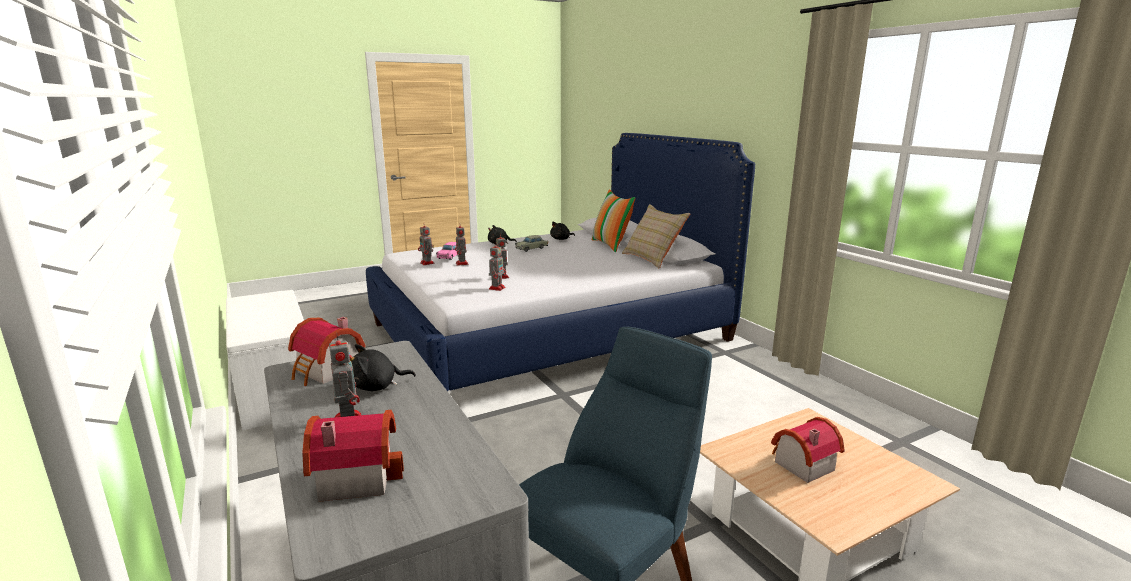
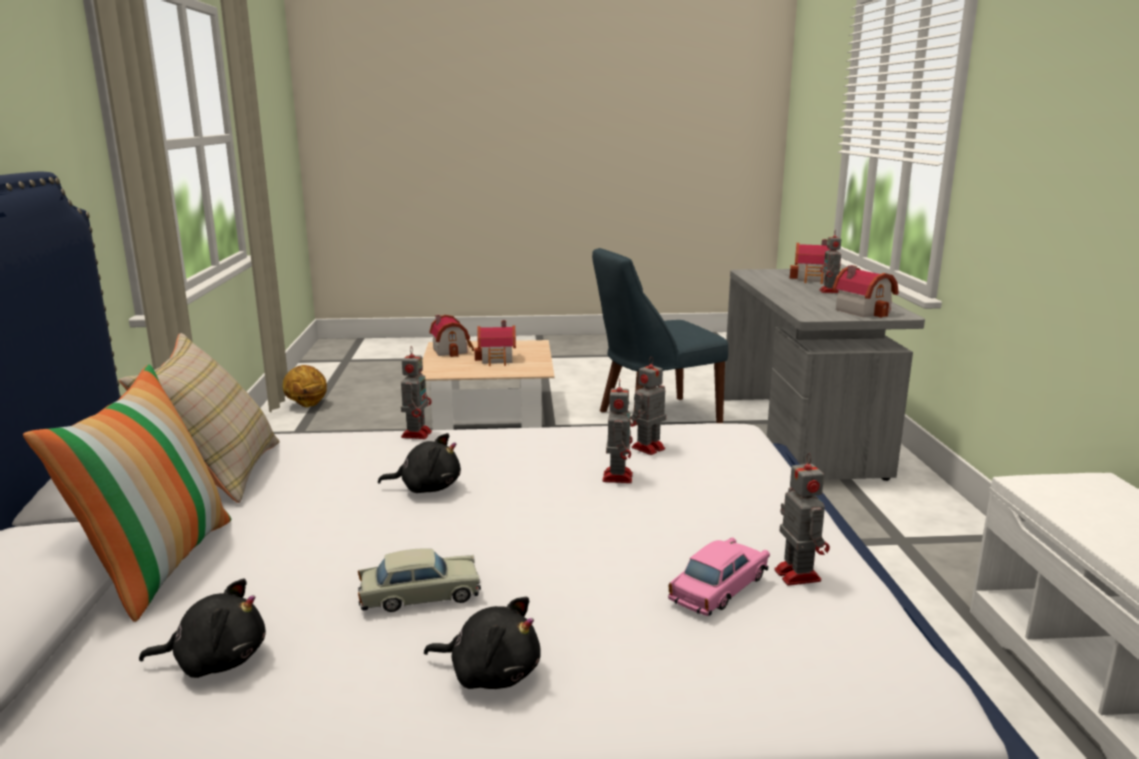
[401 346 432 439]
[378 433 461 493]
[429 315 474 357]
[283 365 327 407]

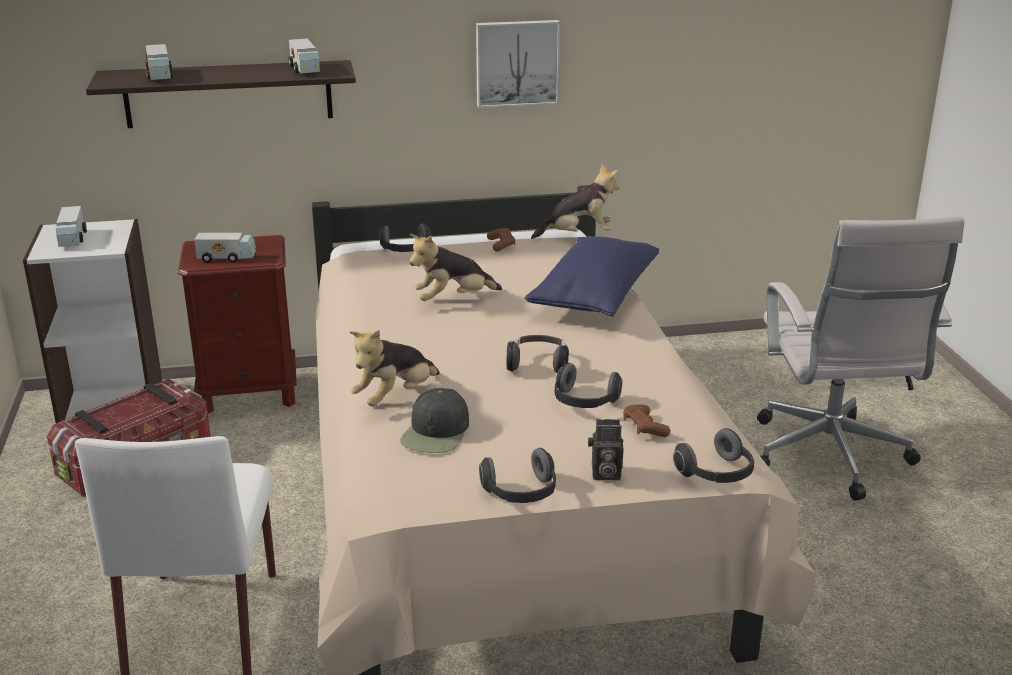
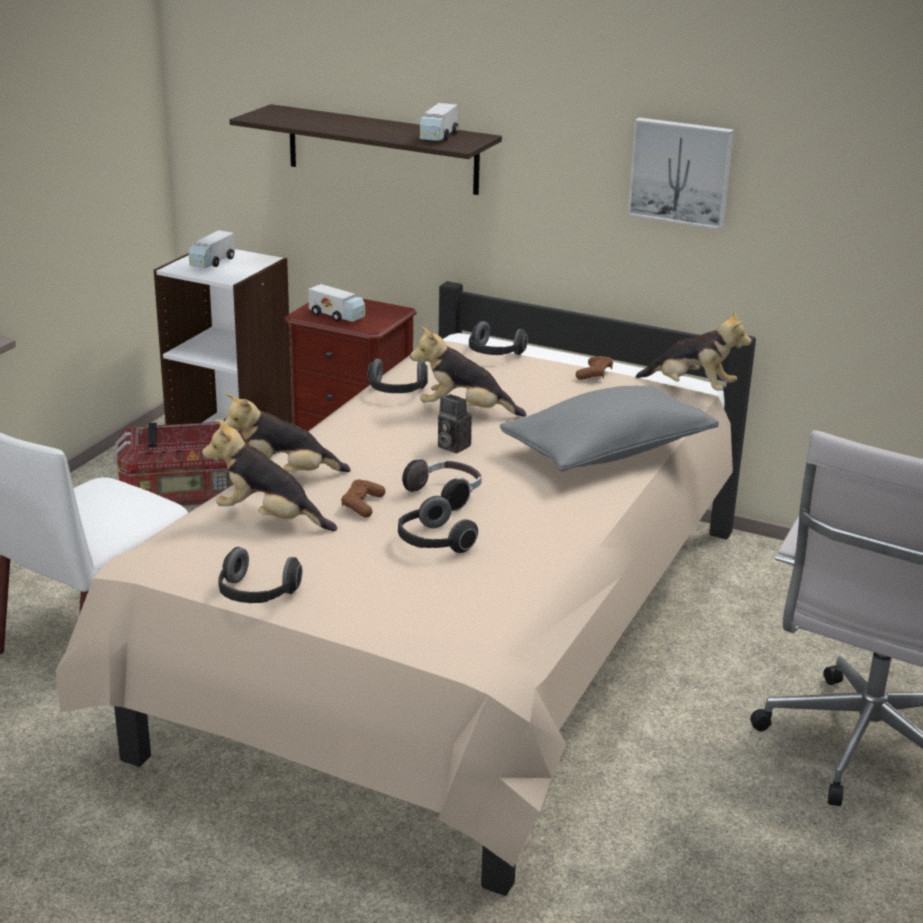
[145 44 173 80] (first image)
[500 385 719 471]
[202 418 337 531]
[341 479 386 518]
[438 394 472 453]
[367 358 428 393]

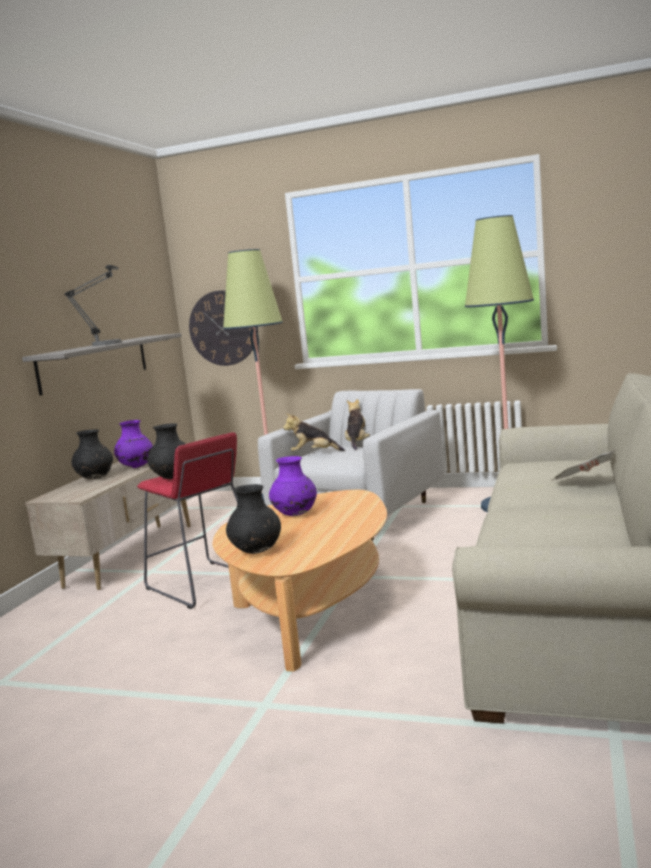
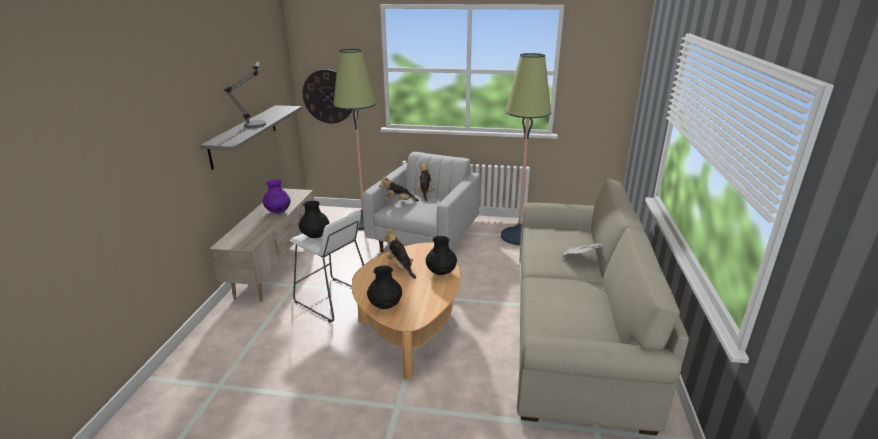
[426 236 457 275]
[290 210 364 323]
[384 228 416 279]

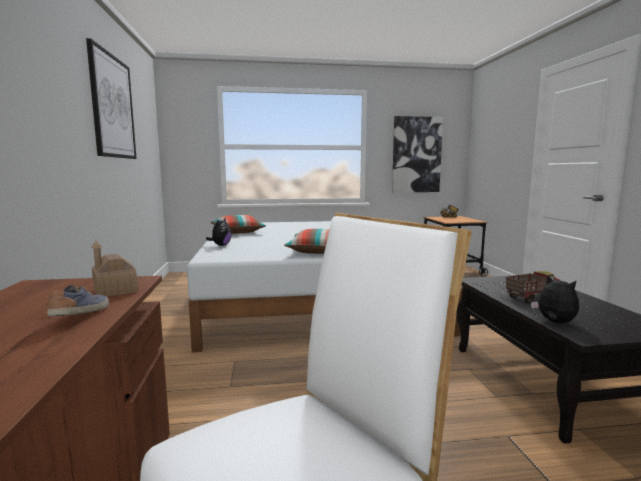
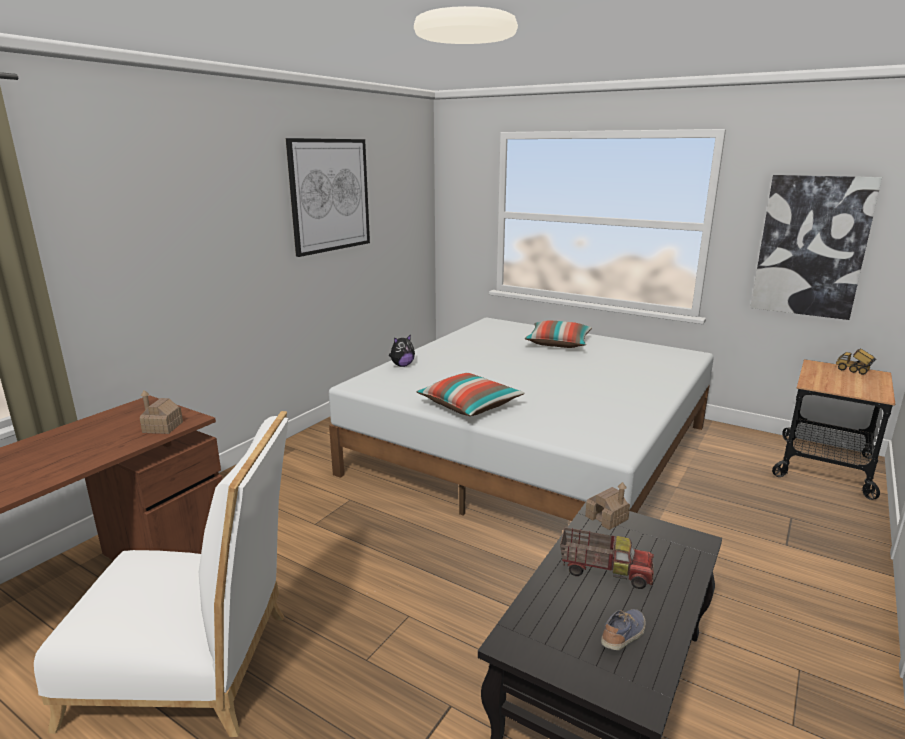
[525 320 592 348]
[531 275 579 323] (first image)
[601 609 646 650]
[585 482 630 530]

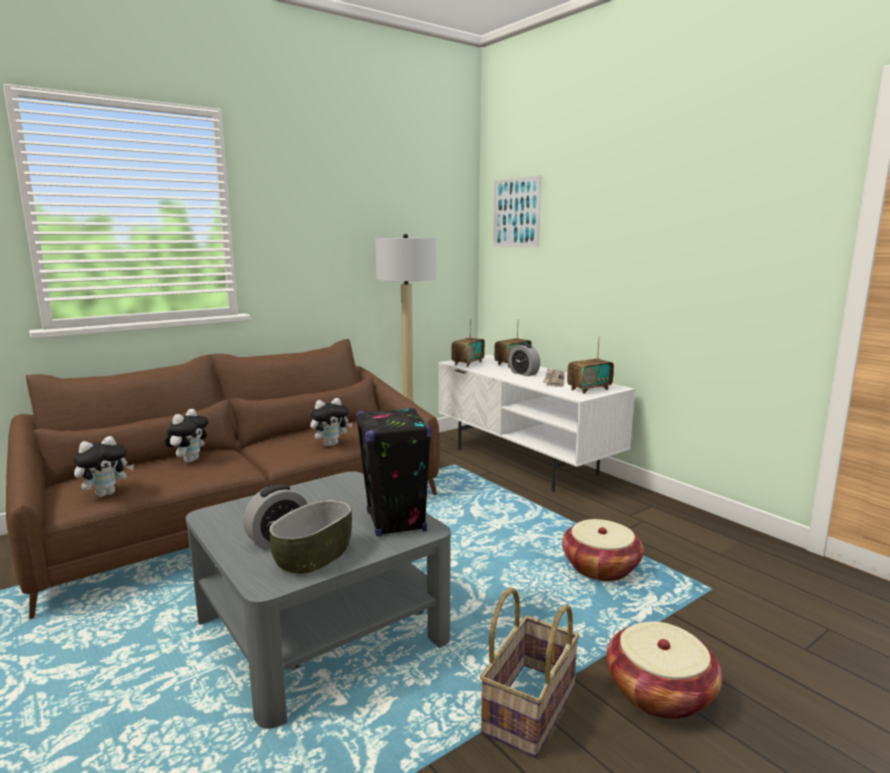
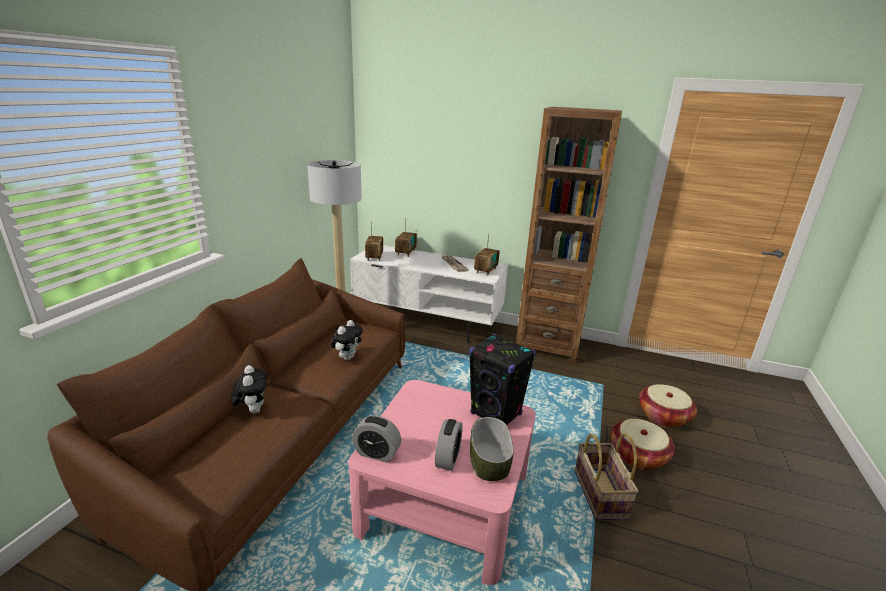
[493 175 541 248] (first image)
[352 415 401 463]
[73 436 134 497] (first image)
[348 380 536 585]
[639 384 697 428]
[516 107 622 364]

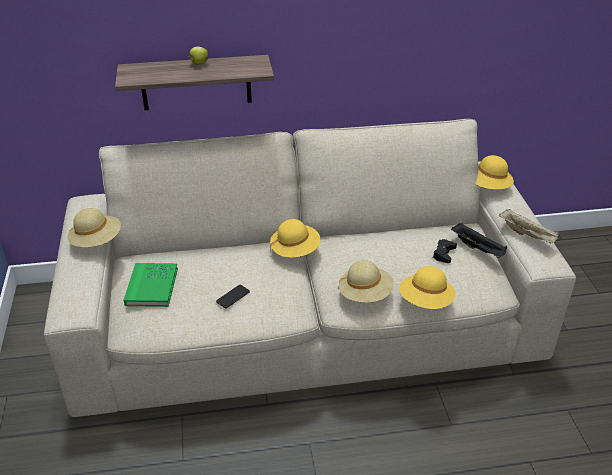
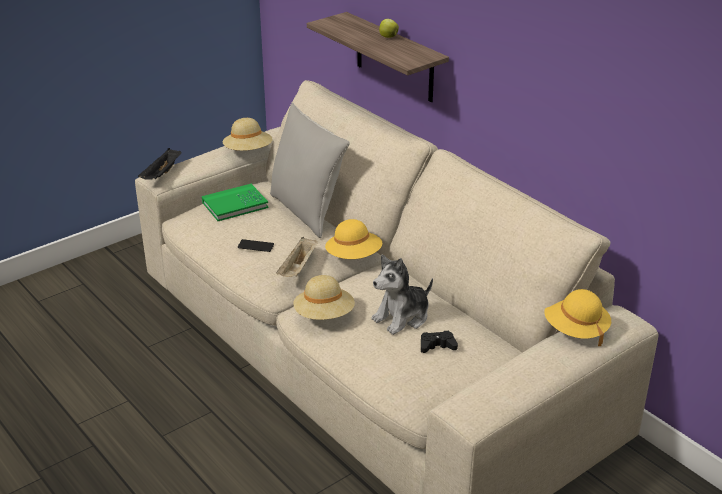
[276 237 318 277]
[138 148 182 180]
[399 266 455 309] (first image)
[270 102 350 238]
[371 255 433 335]

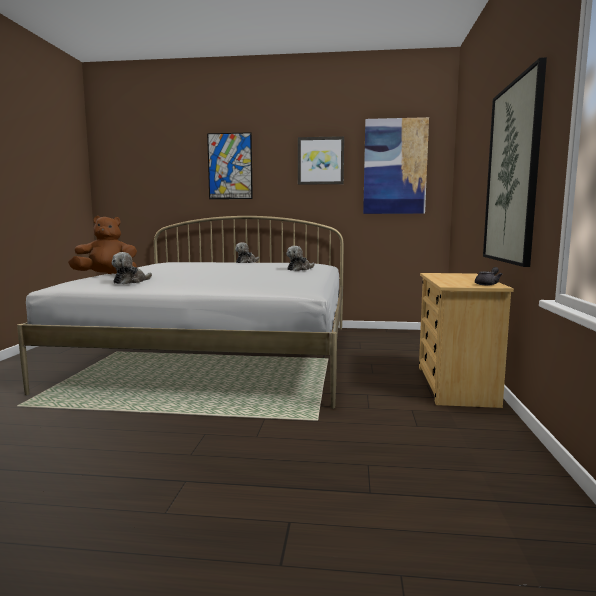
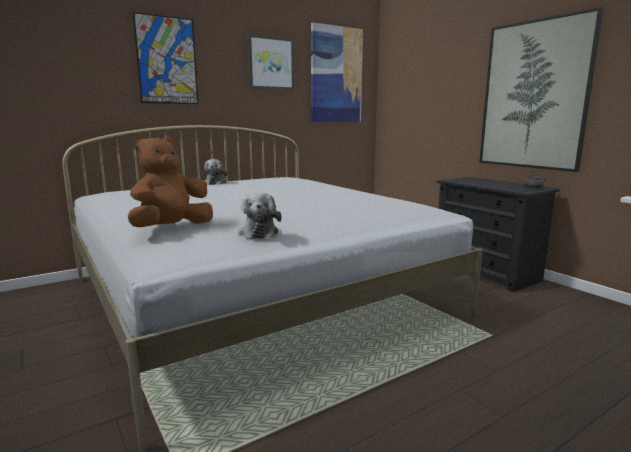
[286 246 315 271] (first image)
[436 177 560 292]

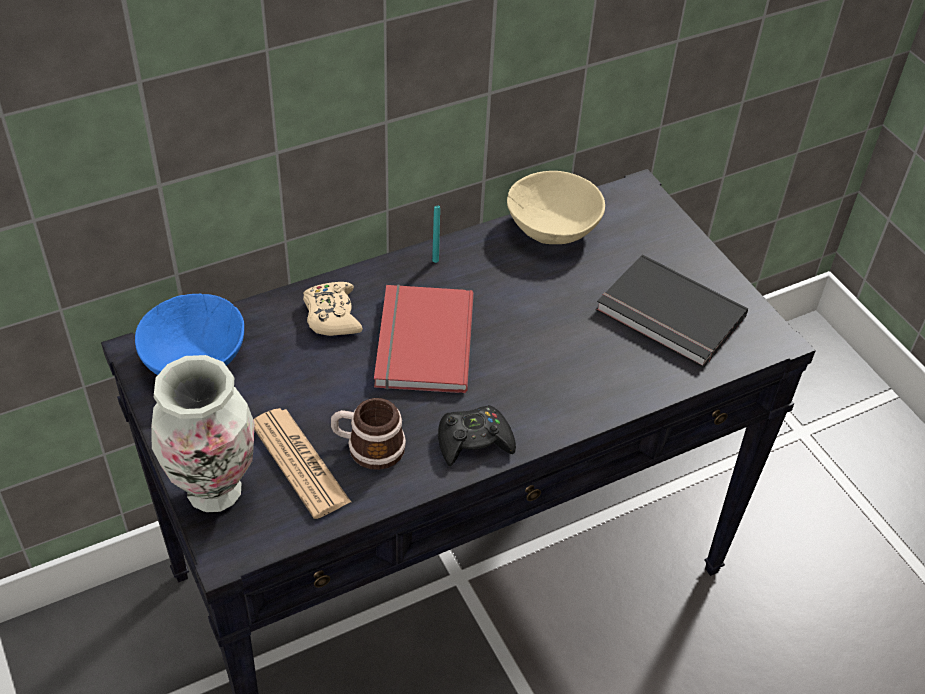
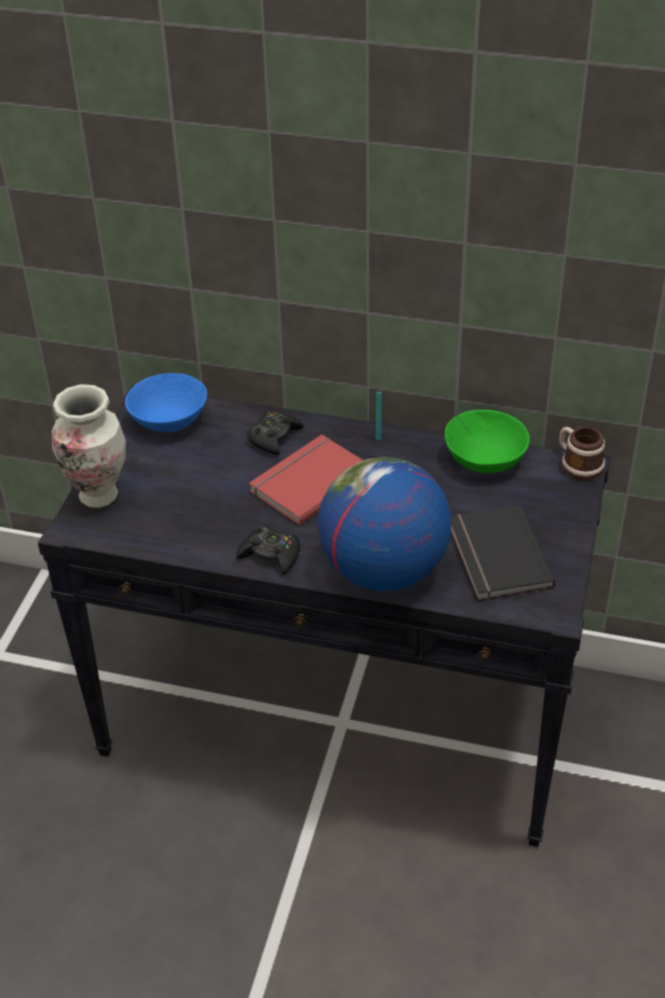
[445 410 530 473]
[247 411 304 455]
[559 427 605 481]
[253 408 351 519] (first image)
[318 457 451 591]

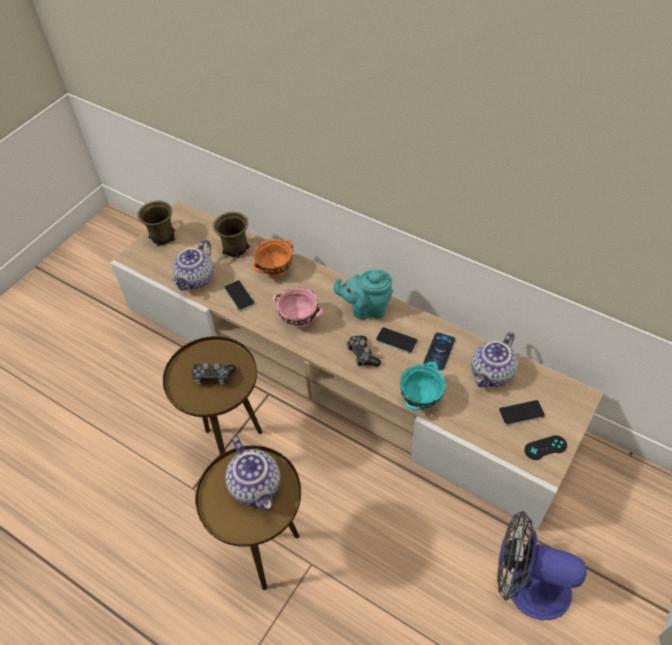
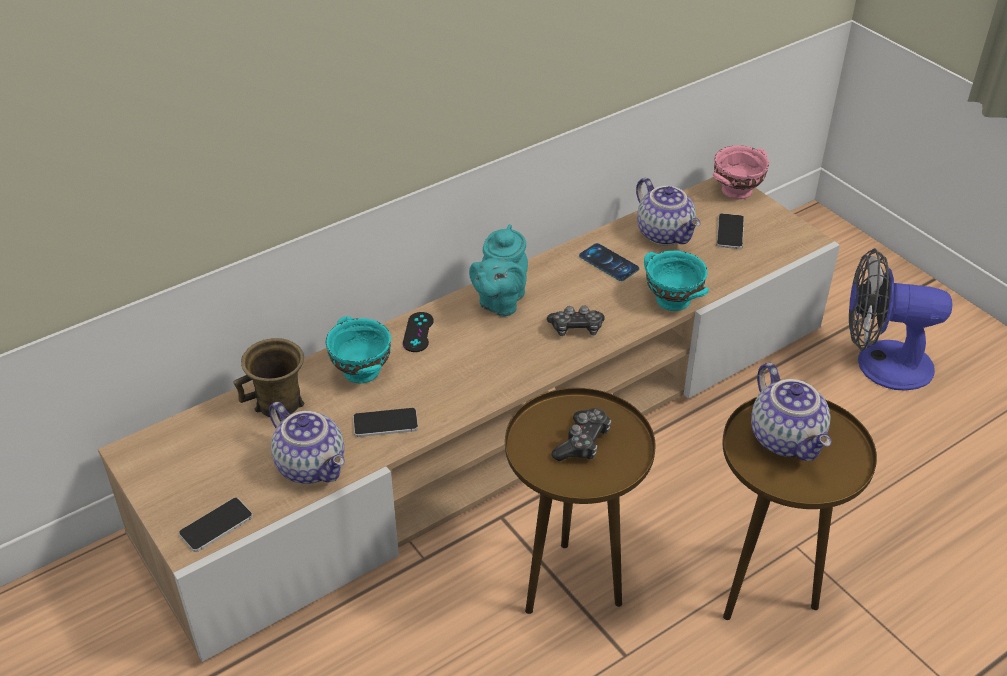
[138 201 175 246] (first image)
[326 316 391 383]
[713 145 769 199]
[179 498 253 552]
[403 312 434 352]
[751 363 831 461]
[849 248 953 391]

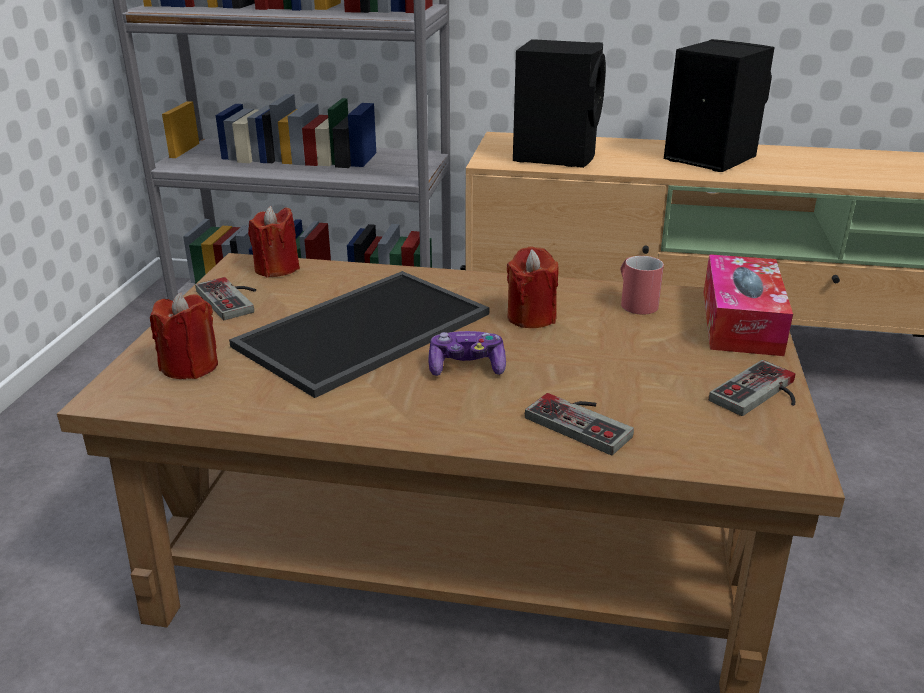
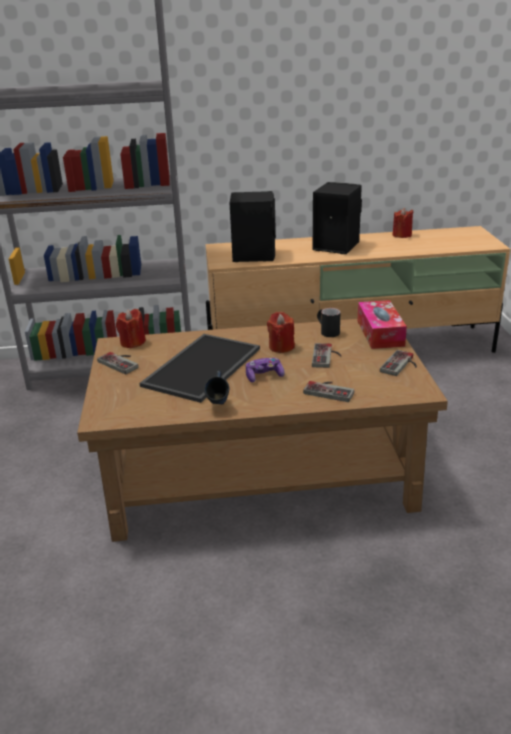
[317 308 340 337]
[393 207 413 238]
[312 343 342 368]
[204 370 229 404]

